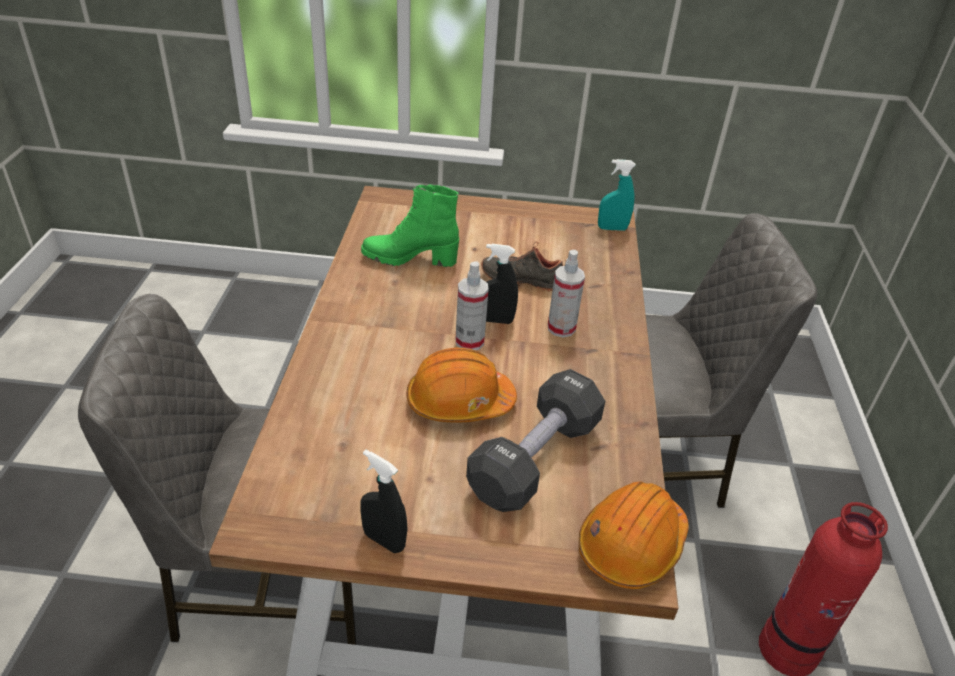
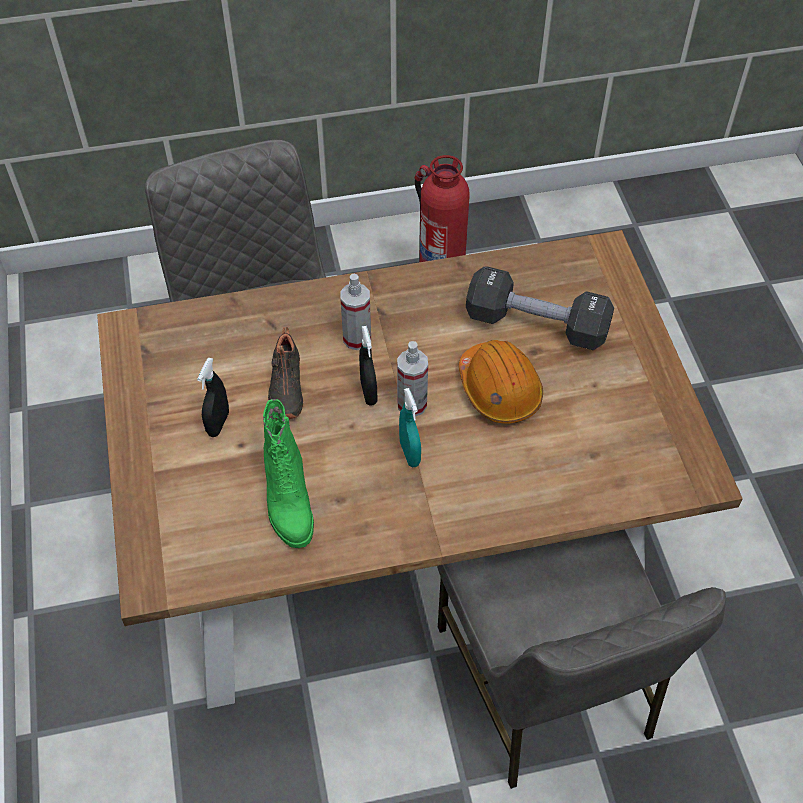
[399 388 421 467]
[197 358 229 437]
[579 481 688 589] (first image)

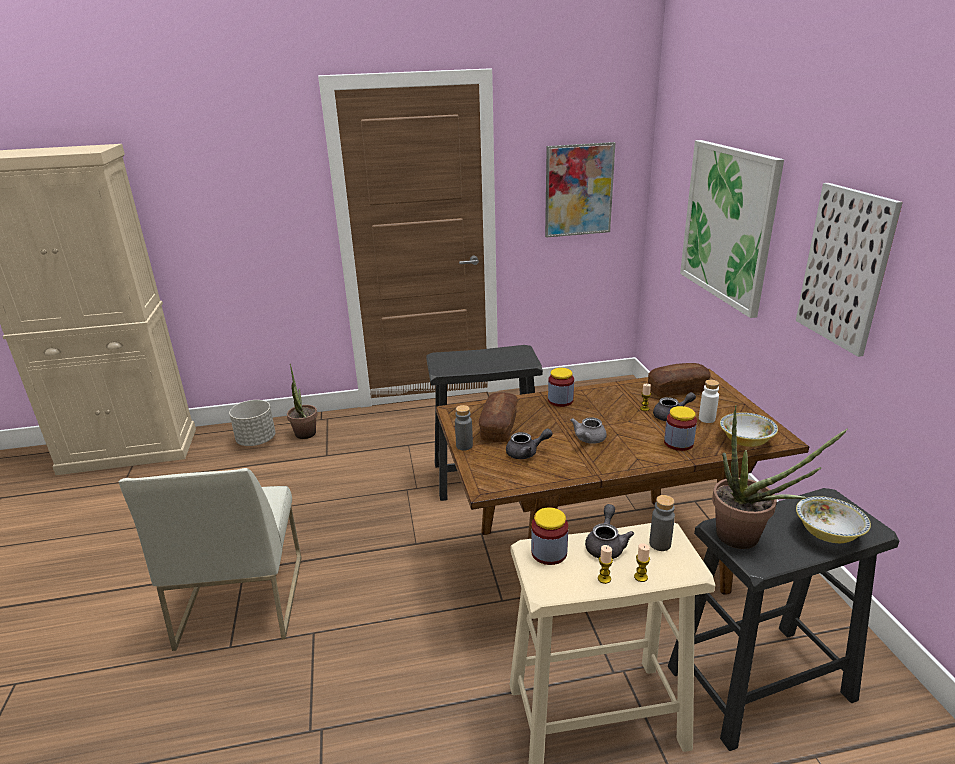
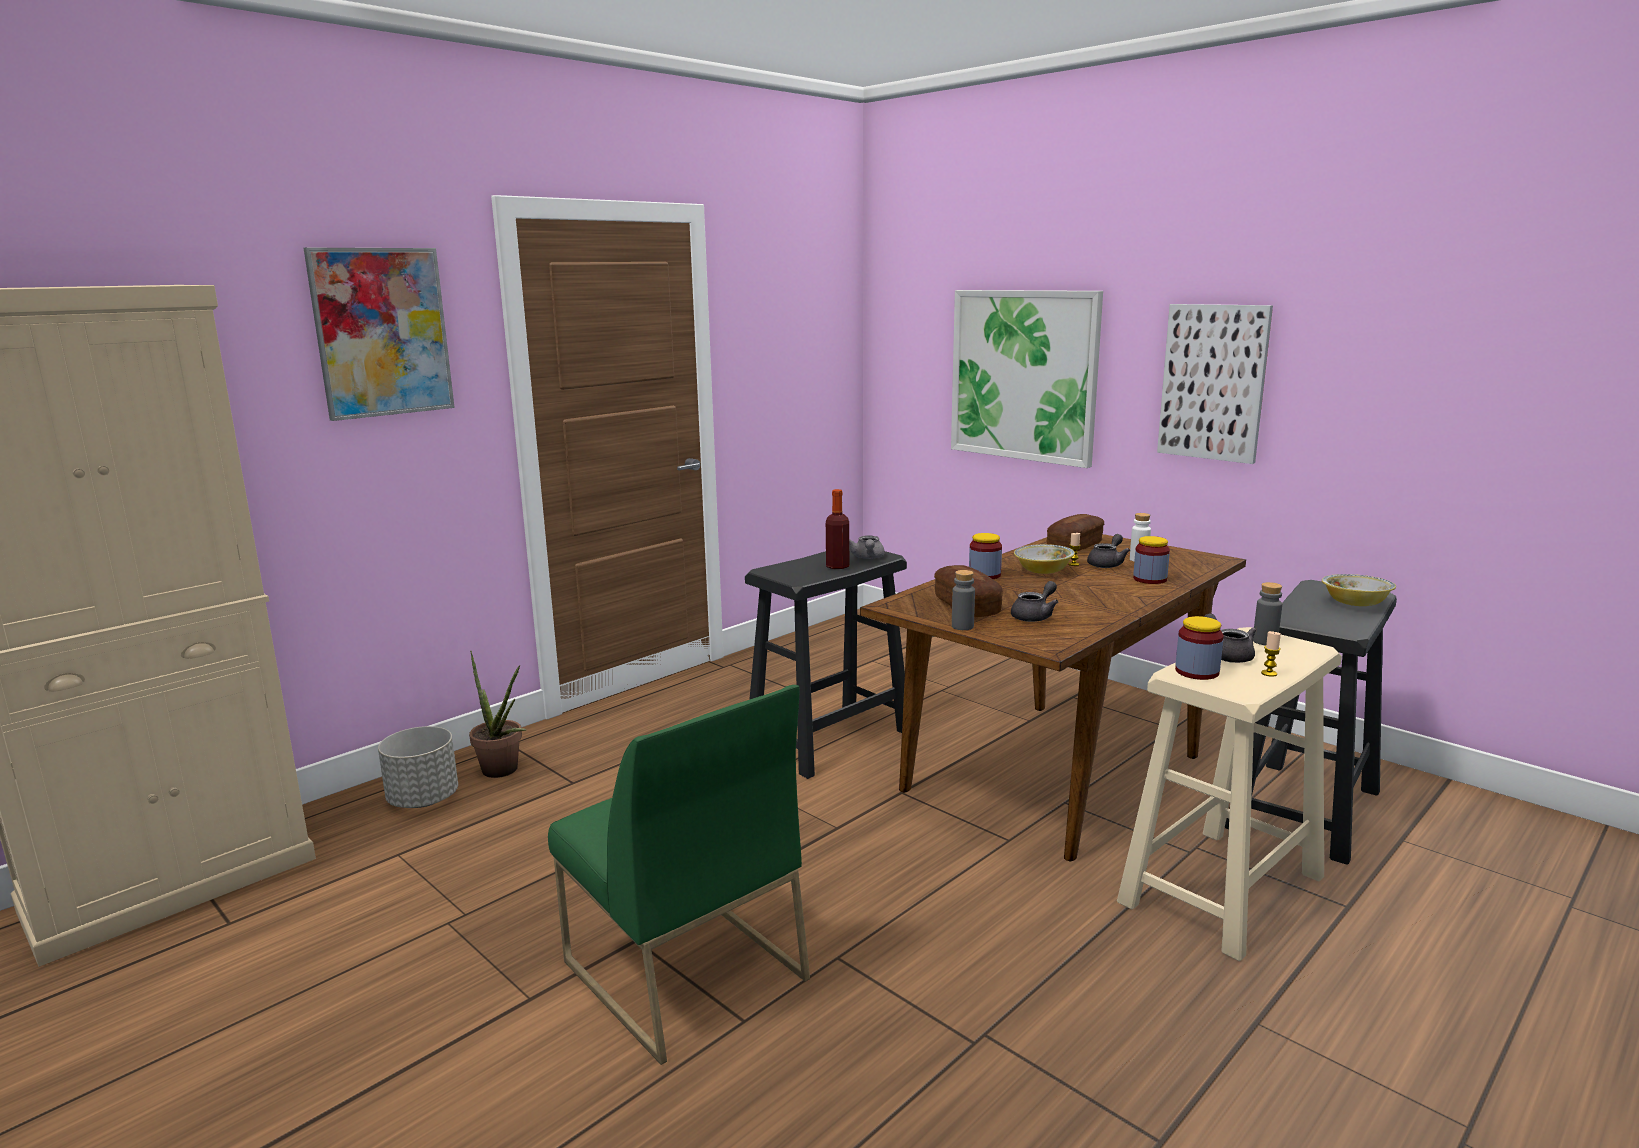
[304 248 455 421]
[712 405 848 549] (first image)
[1014 544 1075 574]
[849 535 885 559]
[548 685 810 1065]
[634 543 650 582] (first image)
[826 489 849 569]

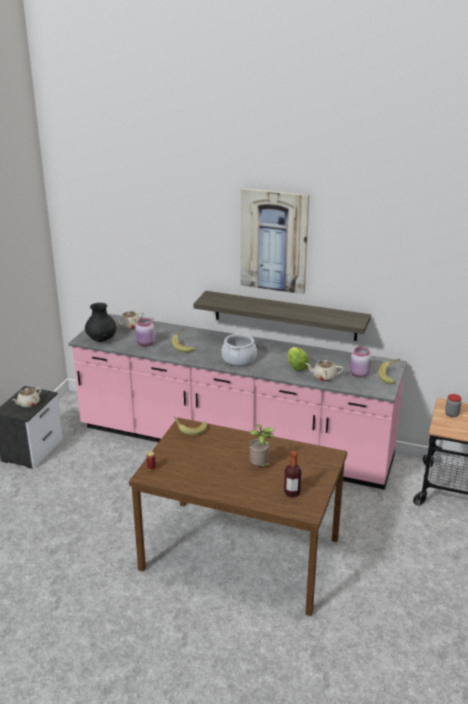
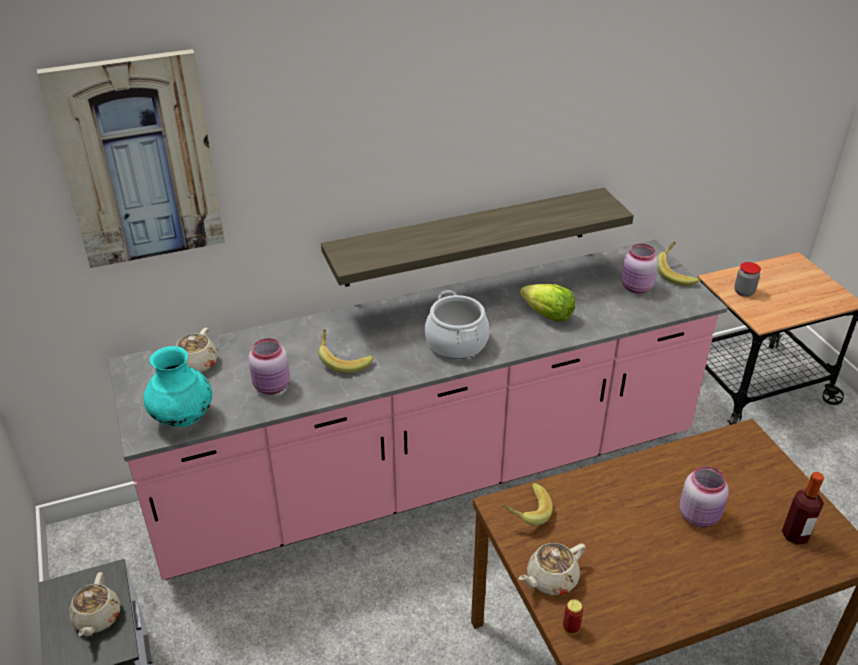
[37 49 225 268]
[143 346 212 427]
[519 543 586 595]
[679 466 729 527]

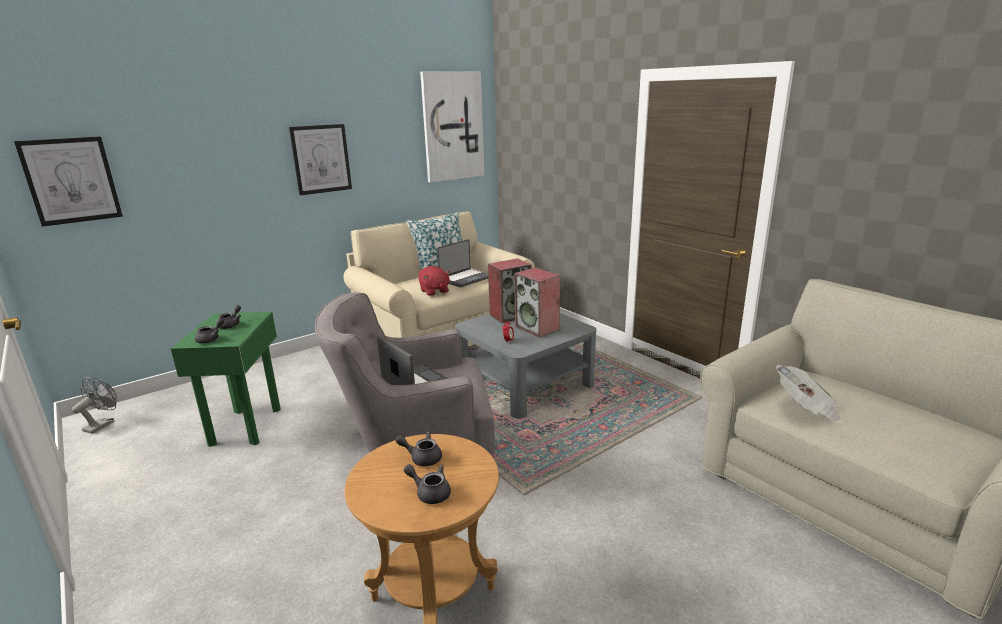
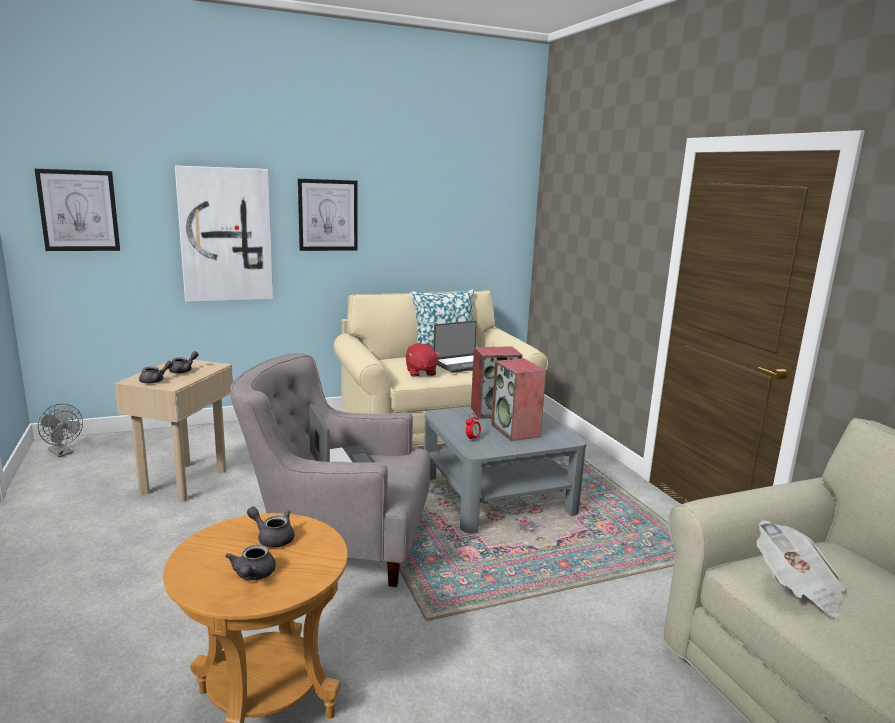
[175 165 273 302]
[114 359 233 502]
[38 404 83 457]
[225 545 276 580]

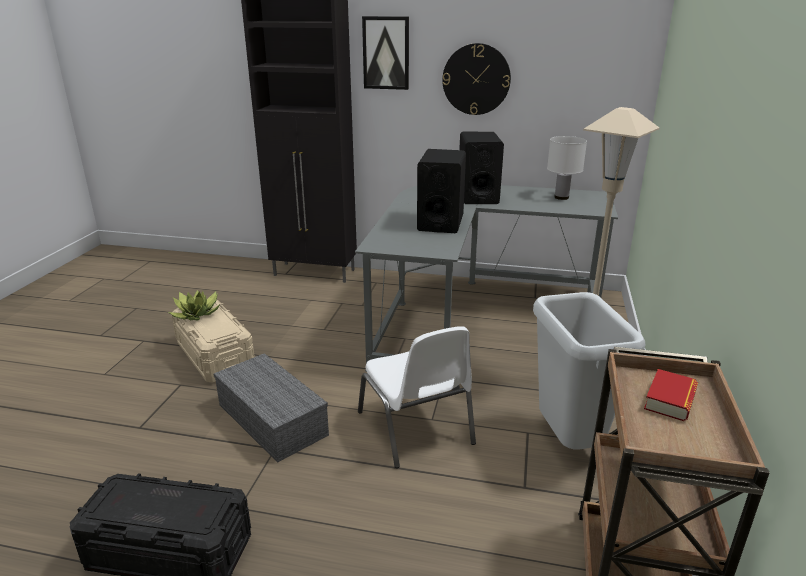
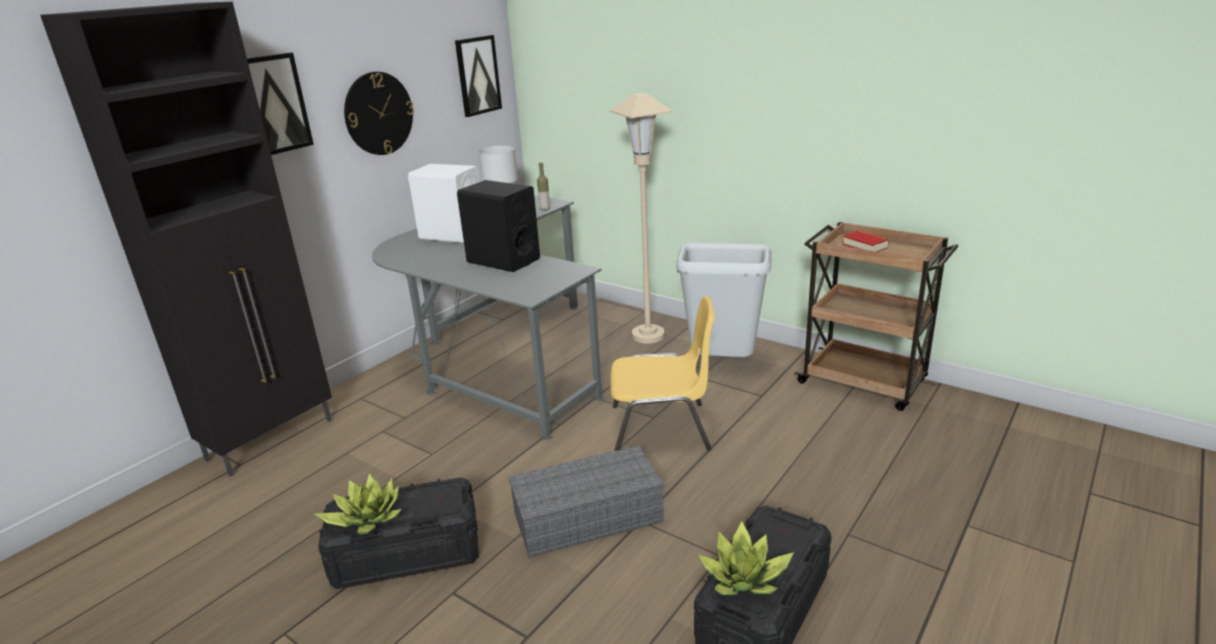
[408 164 480 243]
[318 478 479 589]
[610 296 715 451]
[455 35 502 117]
[537 163 550 211]
[699 521 794 595]

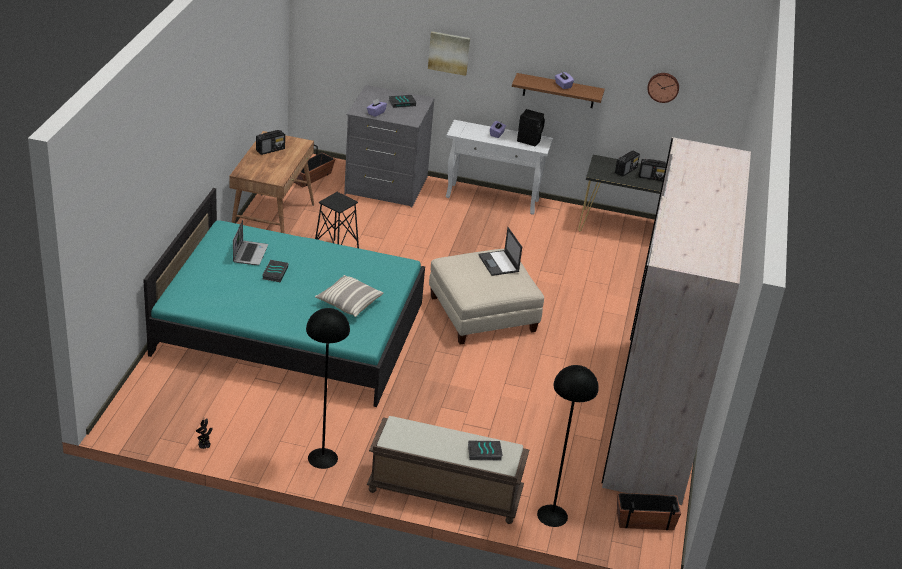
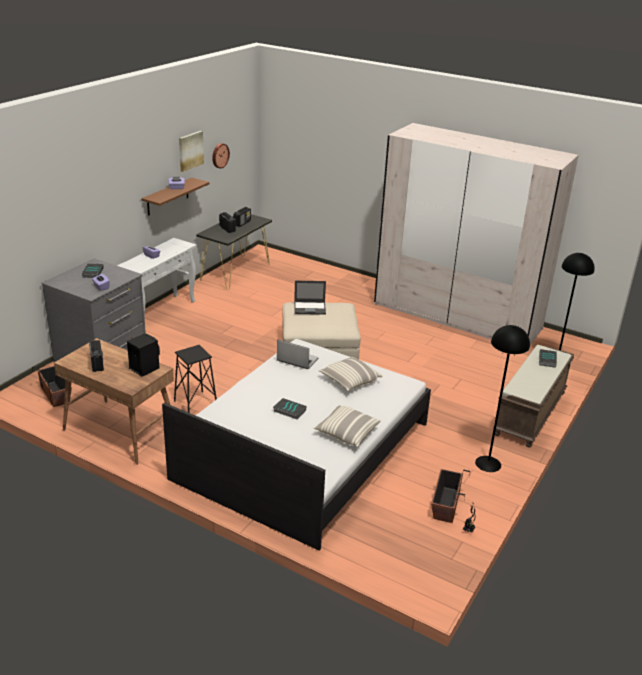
[179 131 204 172]
[127 333 160 377]
[162 339 431 550]
[277 340 318 369]
[431 469 470 523]
[314 405 380 447]

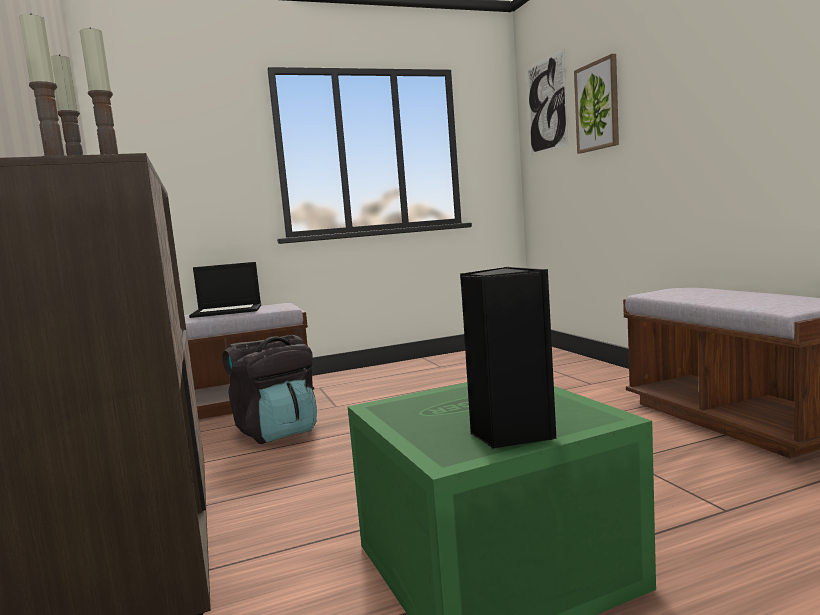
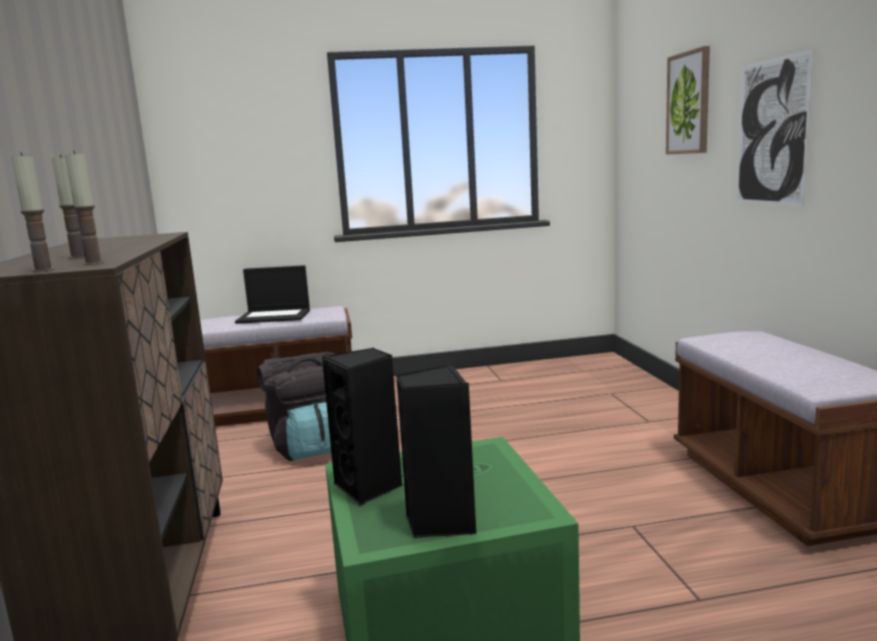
[736 49 814 206]
[322 348 402 506]

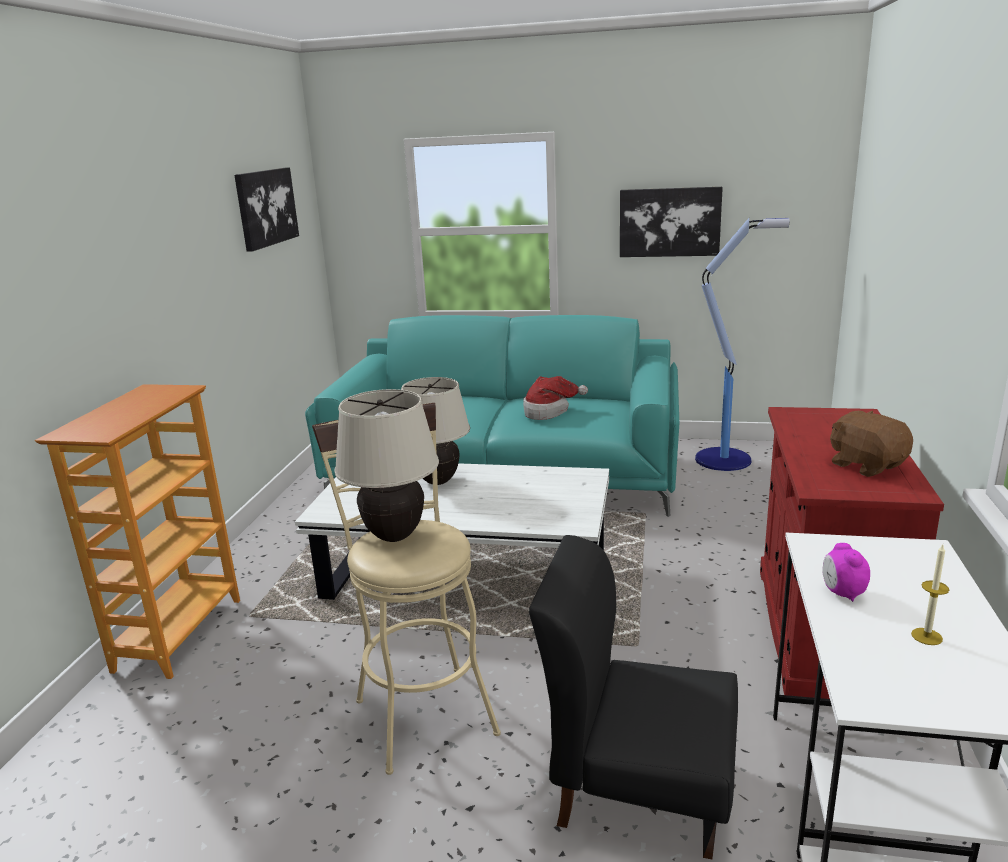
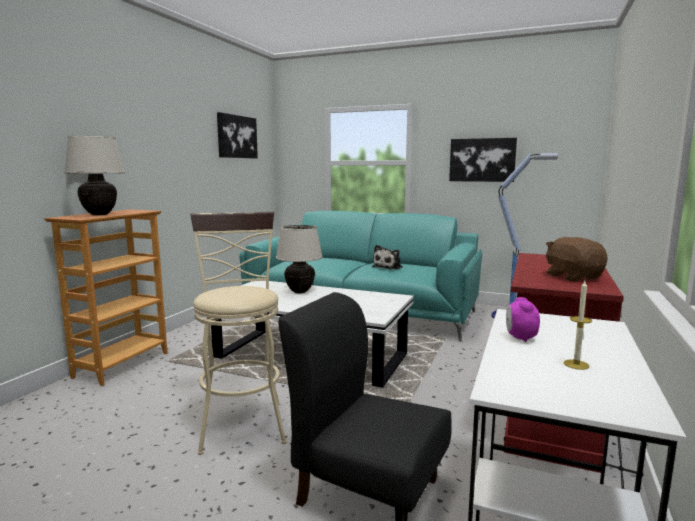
[372 245 403 269]
[64 136 125 215]

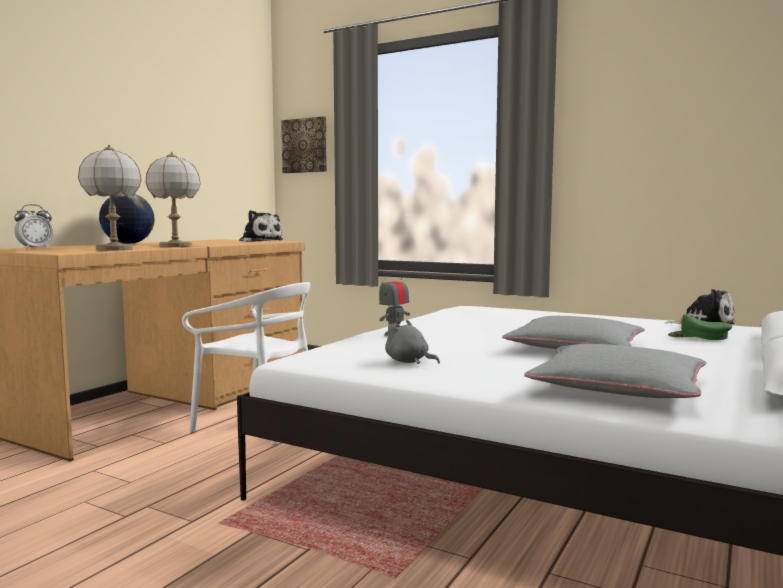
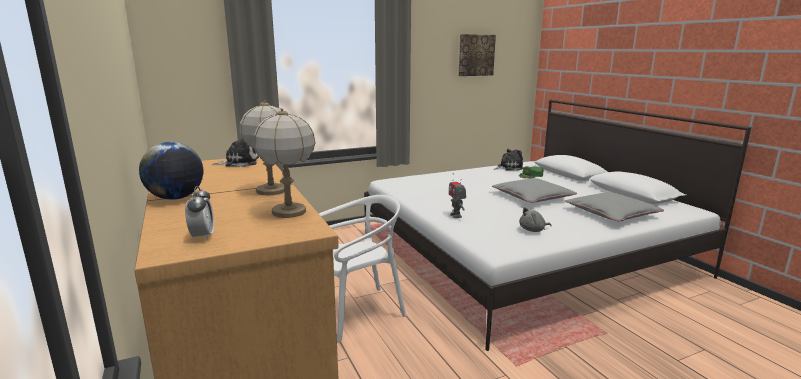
[459 34 496 76]

